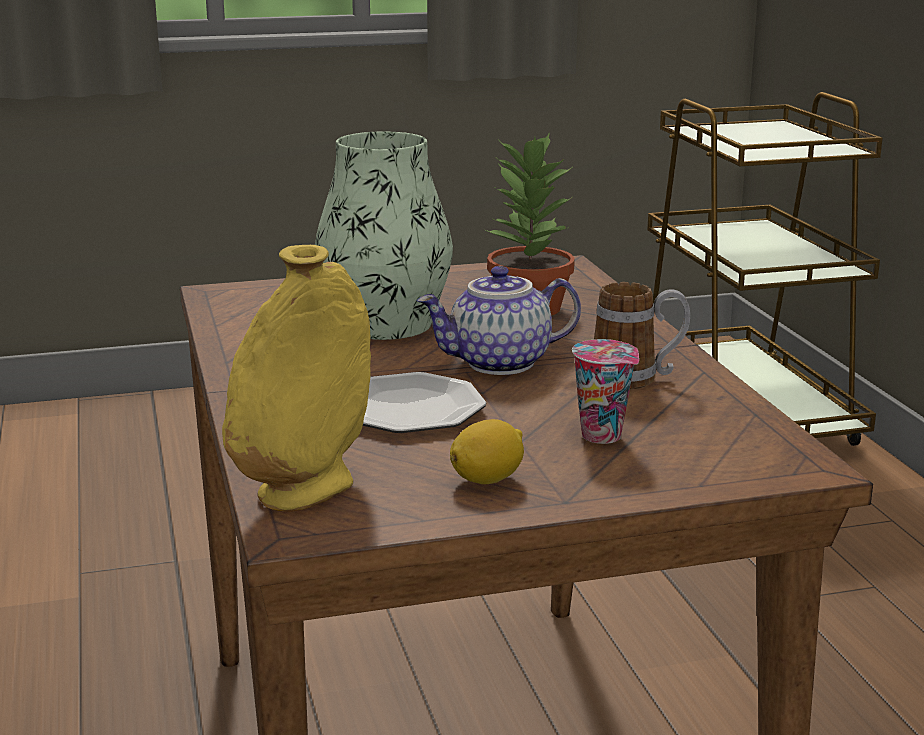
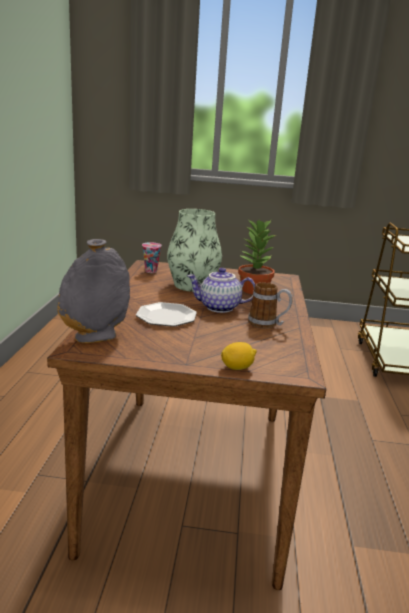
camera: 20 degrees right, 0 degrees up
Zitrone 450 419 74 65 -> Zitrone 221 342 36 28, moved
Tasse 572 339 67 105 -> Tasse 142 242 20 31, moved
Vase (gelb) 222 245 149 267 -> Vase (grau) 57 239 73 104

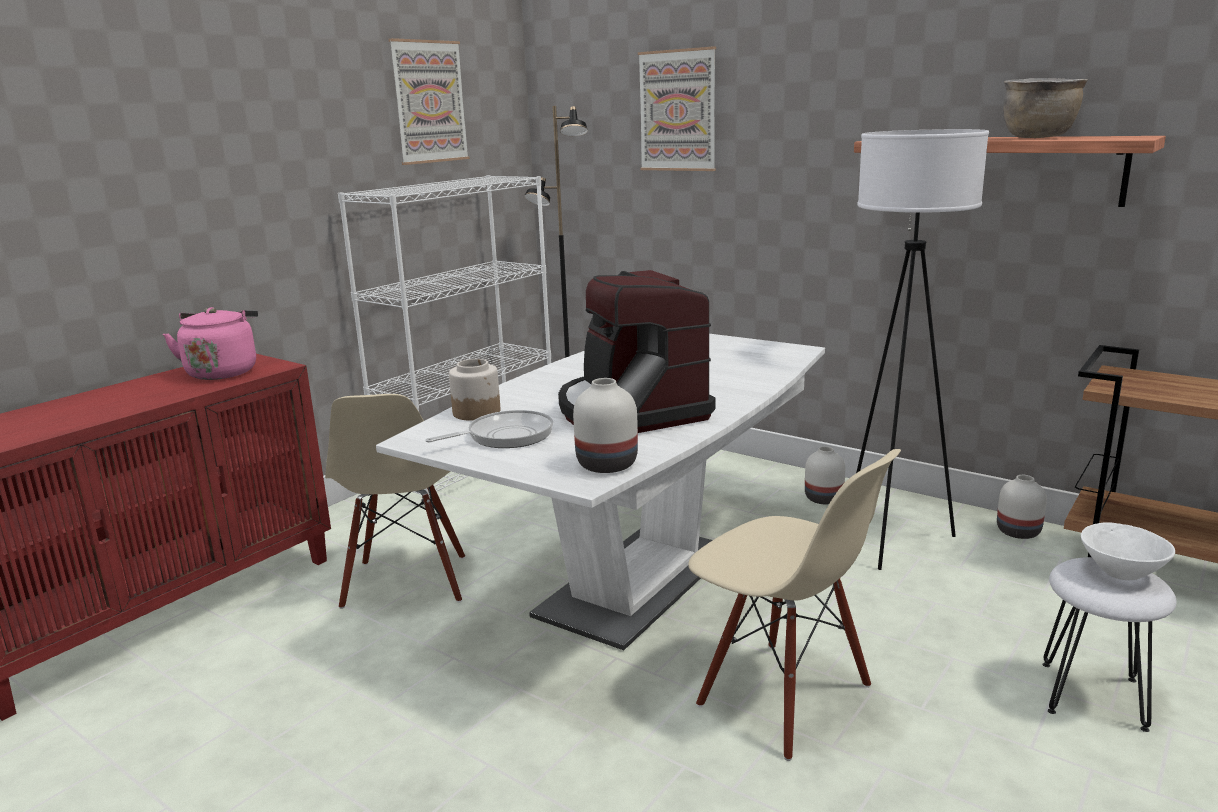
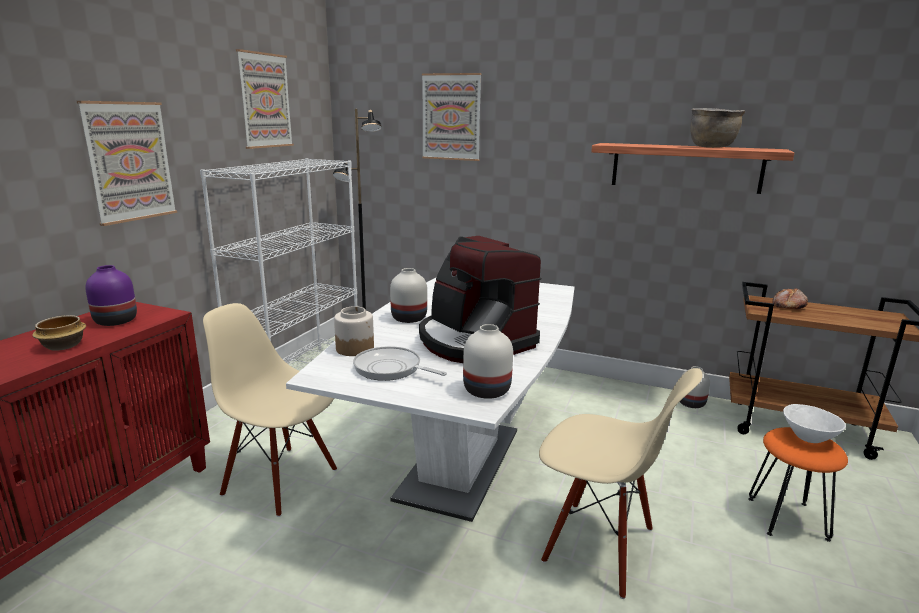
camera: 15 degrees left, 0 degrees up
Stehlampe (weiß) 856 129 133 441 -> none
none -> Schüssel 32 315 54 36
none -> Bild 77 101 100 125
none -> Brot 772 288 36 21
Vase (weiß) 805 446 40 58 -> Vase (weiß) 390 268 37 55, moved
Wasserkessel (rosa) 163 307 95 73 -> Vase (lila) 85 265 52 61
Hocker (weiß) 1042 557 135 175 -> Hocker (orange) 748 427 100 115
Stuhl (beige) 325 394 140 215 -> Stuhl (beige) 203 303 134 214, 135 degrees clockwise
Pfanne 426 410 127 38 -> Pfanne 353 346 94 35, 105 degrees counterclockwise

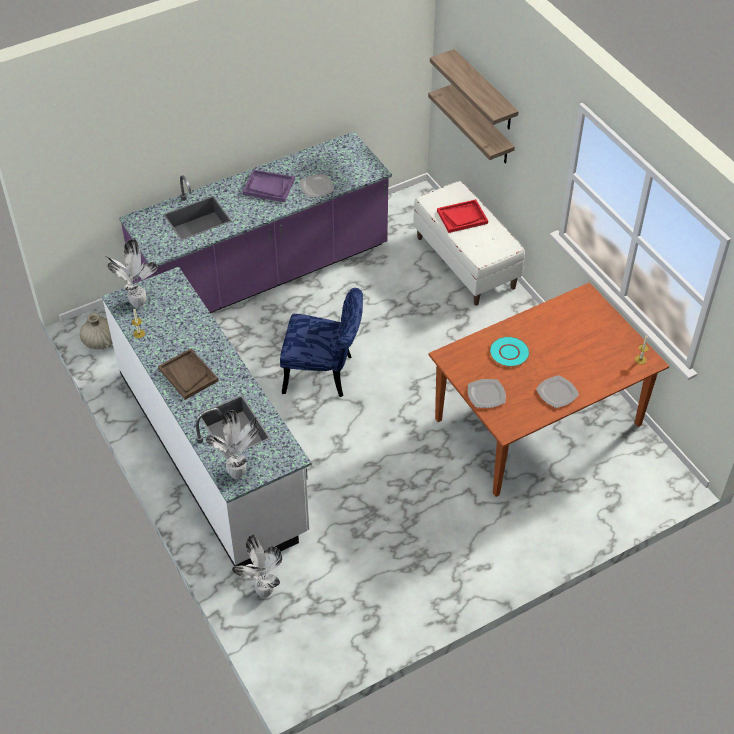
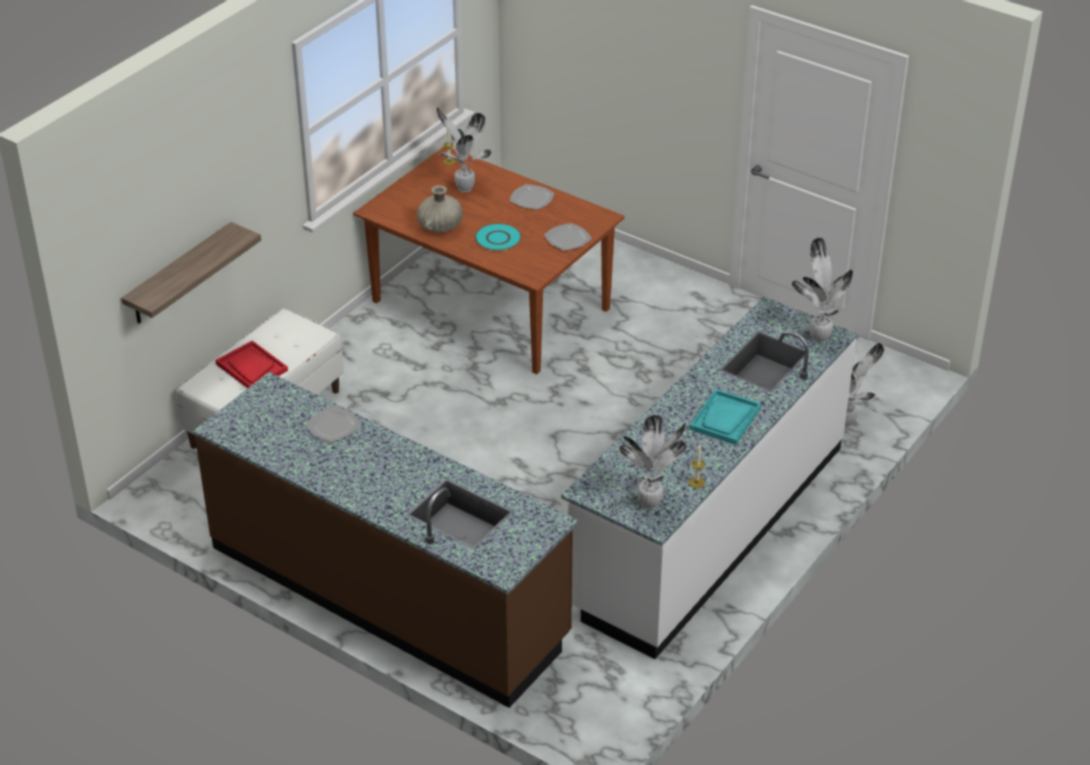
camera: 115 degrees left, 10 degrees down
Tablett (lila) 243 169 52 33 -> none
Stuhl (blau) 280 288 83 109 -> none
Wandregal 430 49 89 80 -> none
none -> Topfpflanze 437 107 54 85
Vase (beige) 80 313 33 37 -> Vase (beige) 417 185 46 48, moved
Küchenzeile (lila) 119 131 273 182 -> Küchenzeile (braun) 193 372 385 336
Tablett (braun) 158 349 60 51 -> Tablett (türkis) 690 389 71 56

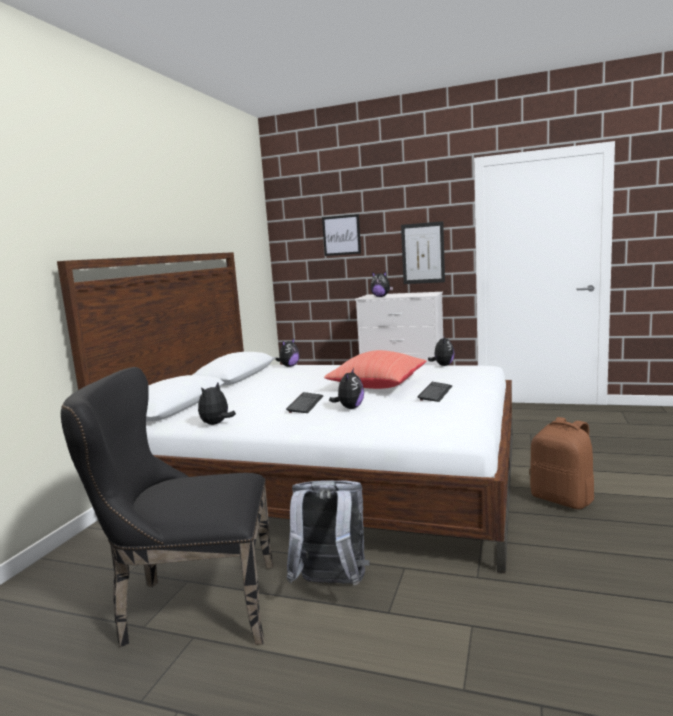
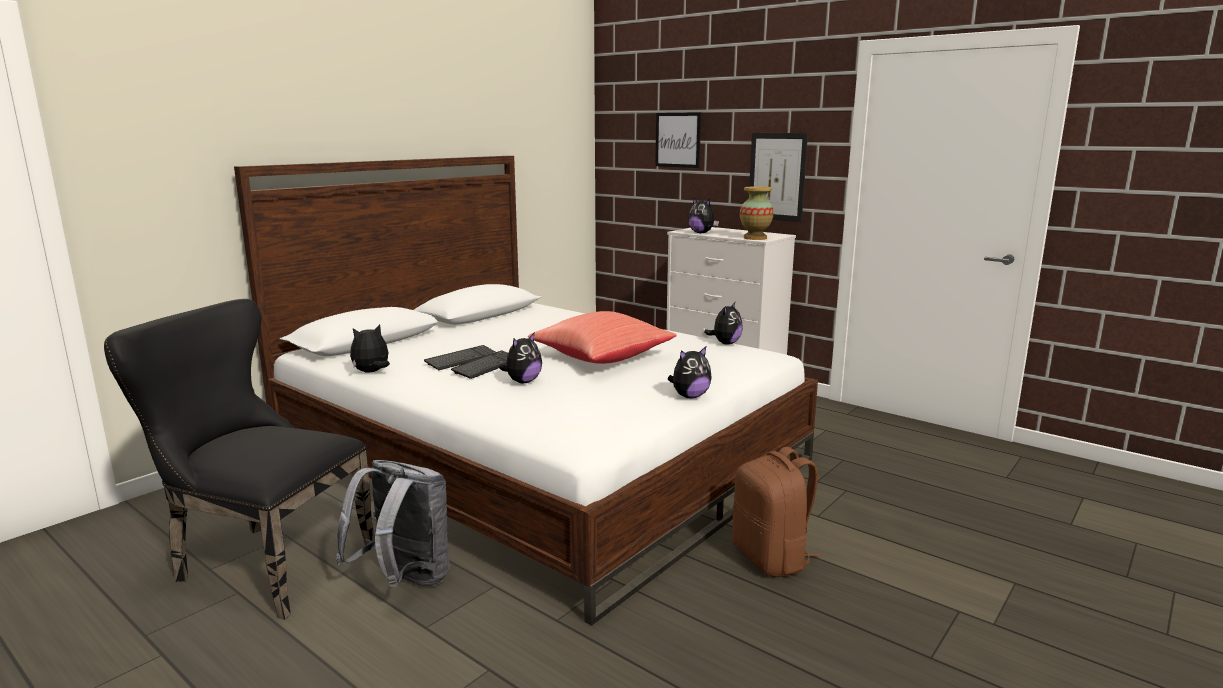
camera: 20 degrees right, 5 degrees up
none -> Vase 740 186 34 54
Plüschtier 276 339 24 28 -> Plüschtier 668 346 44 52, moved
Tastatur 418 382 34 20 -> Tastatur 424 345 72 25, moved

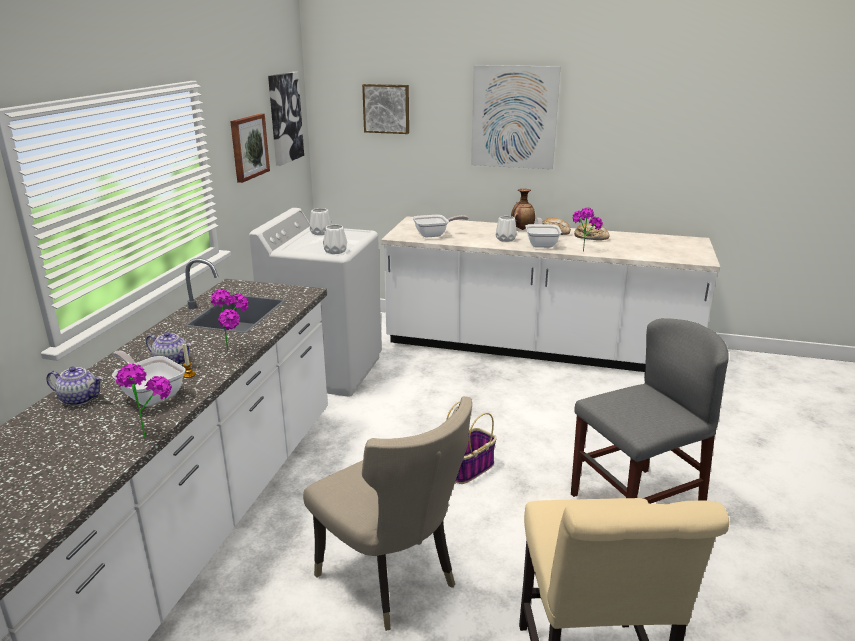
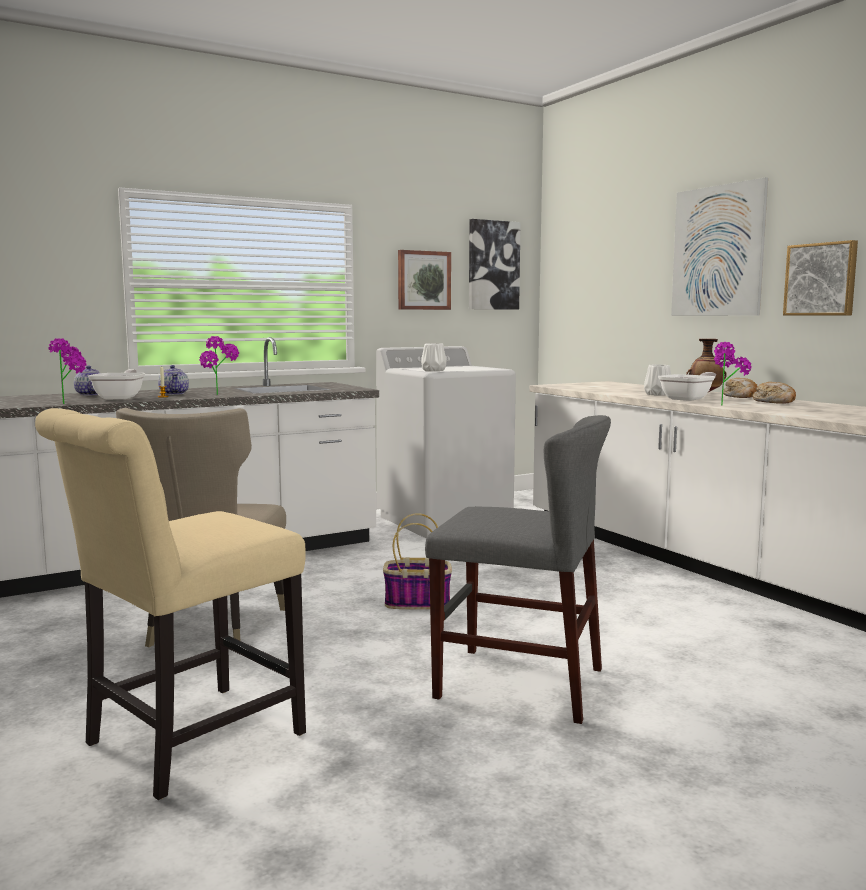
camera: 45 degrees right, 15 degrees down
Vase (weiß) 310 208 21 27 -> none
Pfanne 413 215 56 22 -> none
Bild 362 84 47 50 -> Bild 783 240 75 76, moved

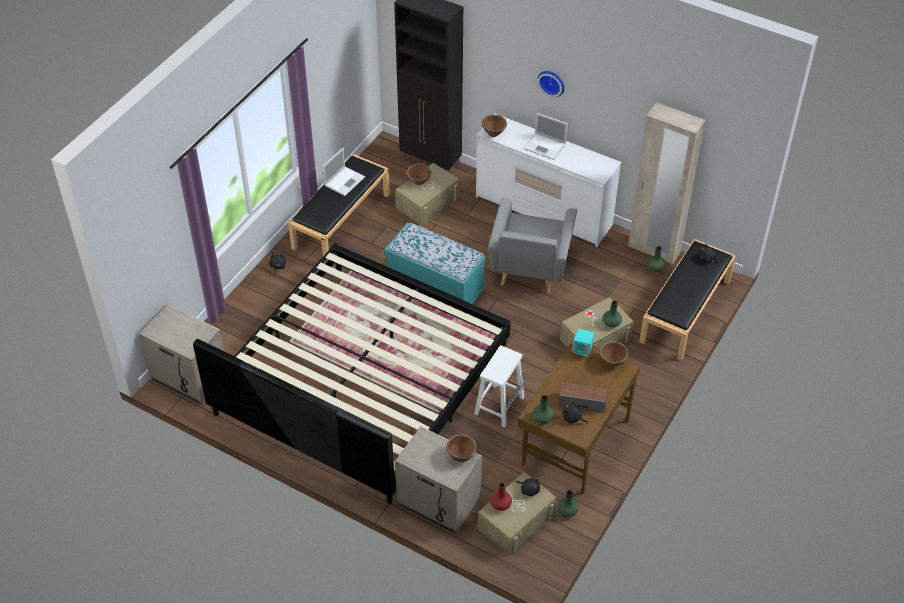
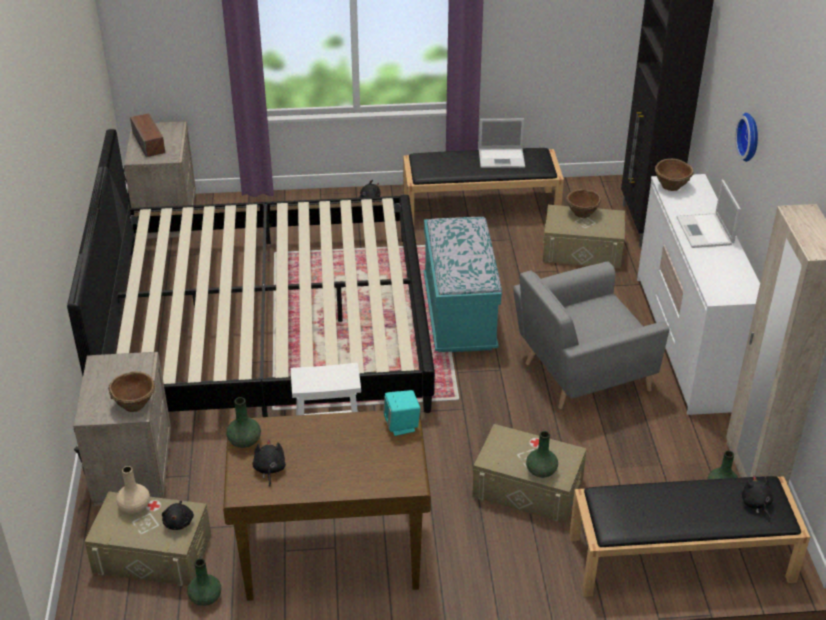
camera: 55 degrees right, 10 degrees down
Schüssel (braun) 599 341 30 26 -> none
Lautsprecher 559 383 48 29 -> Lautsprecher 130 113 35 44, moved
Vase (rot) 490 483 22 28 -> Vase (beige) 116 466 34 48

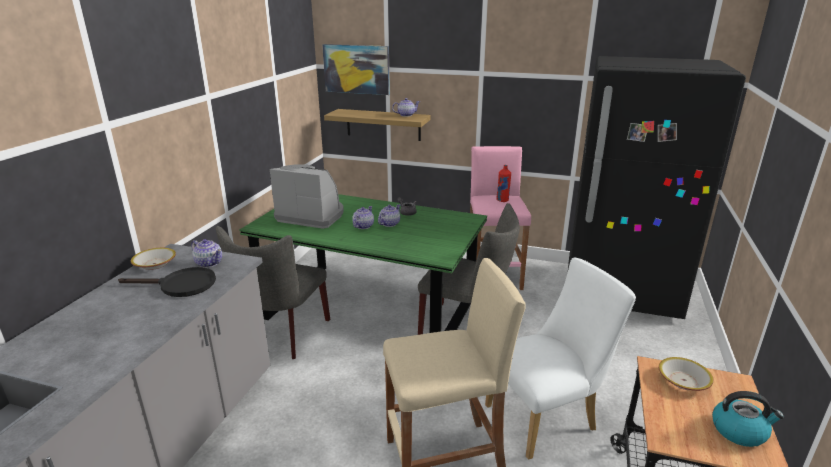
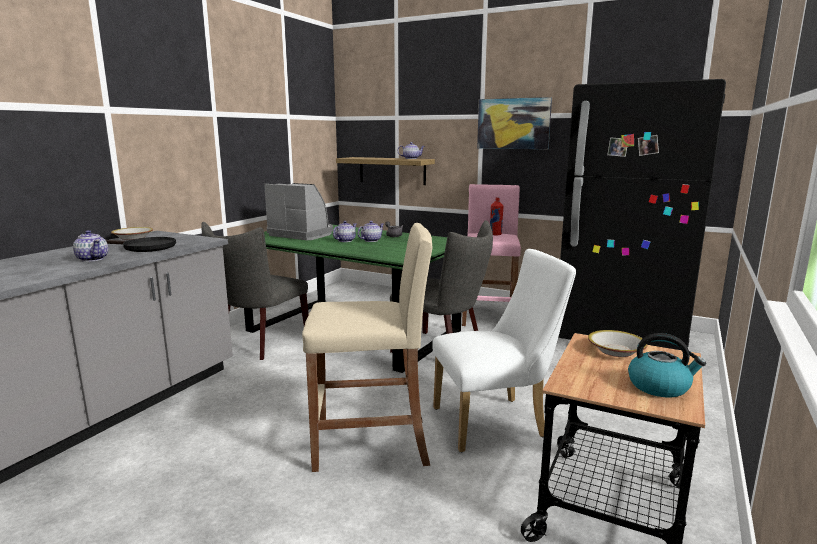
camera: 10 degrees right, 10 degrees down
Teekanne 191 239 31 29 -> Teekanne 73 230 35 32, moved
Bild 322 44 68 51 -> Bild 477 97 75 52, moved

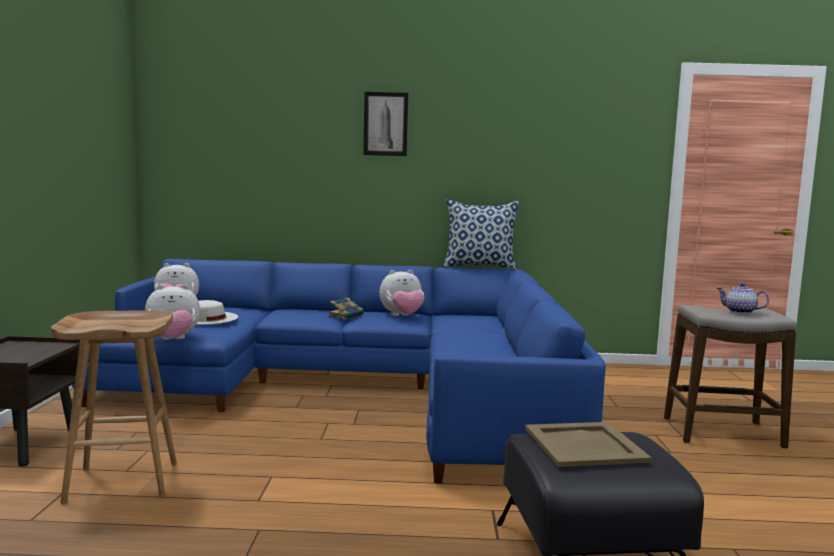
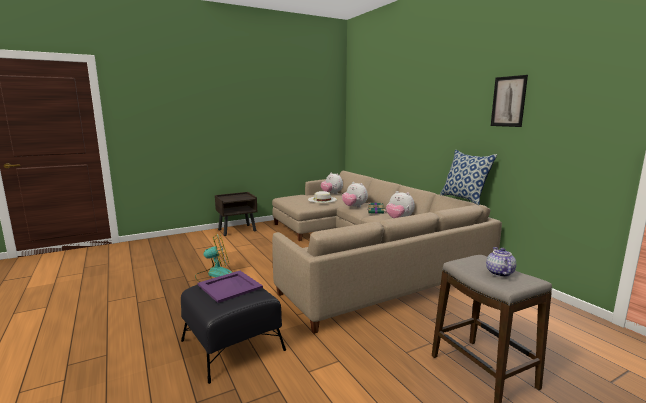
camera: 60 degrees right, 5 degrees up
Hocker (braun) 51 310 126 194 -> none
none -> Ventilator 195 234 37 48
Plüschtier 145 284 55 56 -> Plüschtier 342 182 26 25, moved
Bild 363 91 45 65 -> Bild 491 75 37 52, moved
Sofa (blau) 72 259 534 224 -> Sofa (beige) 272 171 230 163
Tablett (beige) 525 422 127 45 -> Tablett (lila) 198 271 65 32

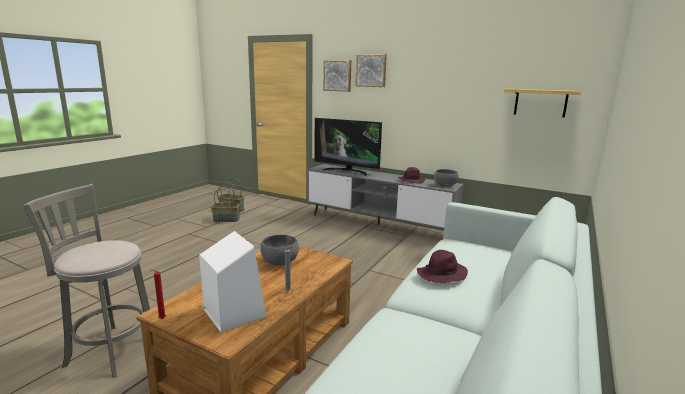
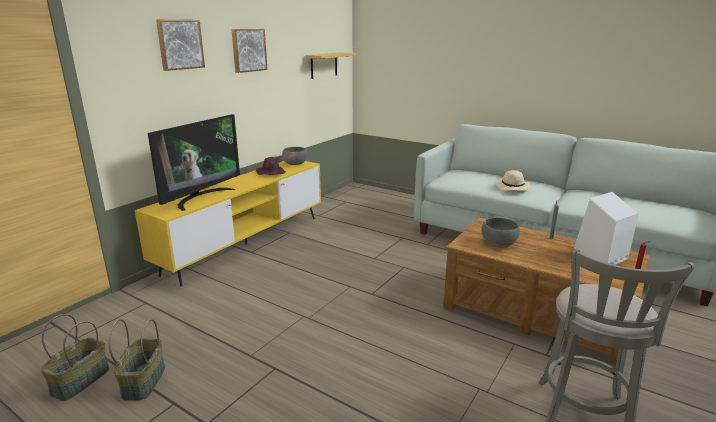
camera: 85 degrees left, 5 degrees up
Bild 323 60 28 32 -> Bild 231 29 37 44, moved
Fernsehschrank (grau) 307 164 157 65 -> Fernsehschrank (gelb) 135 161 186 125
Hut (lila) 417 250 51 33 -> Hut (beige) 495 170 36 21

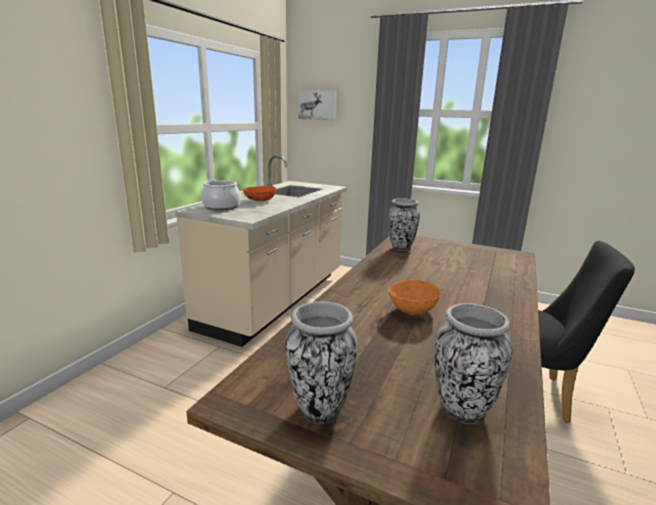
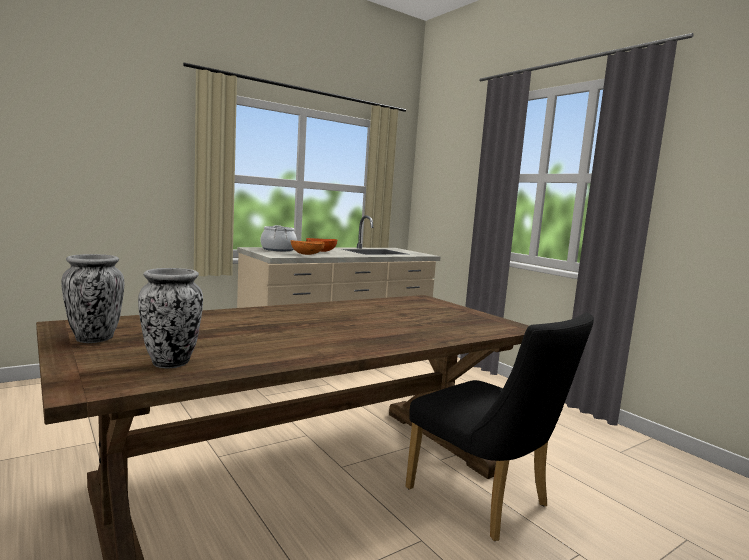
camera: 30 degrees right, 10 degrees down
Bild 298 91 38 29 -> none
Vase 388 198 32 53 -> none
Schüssel (orange) 388 279 53 35 -> Schüssel (orange) 291 240 34 15, moved

